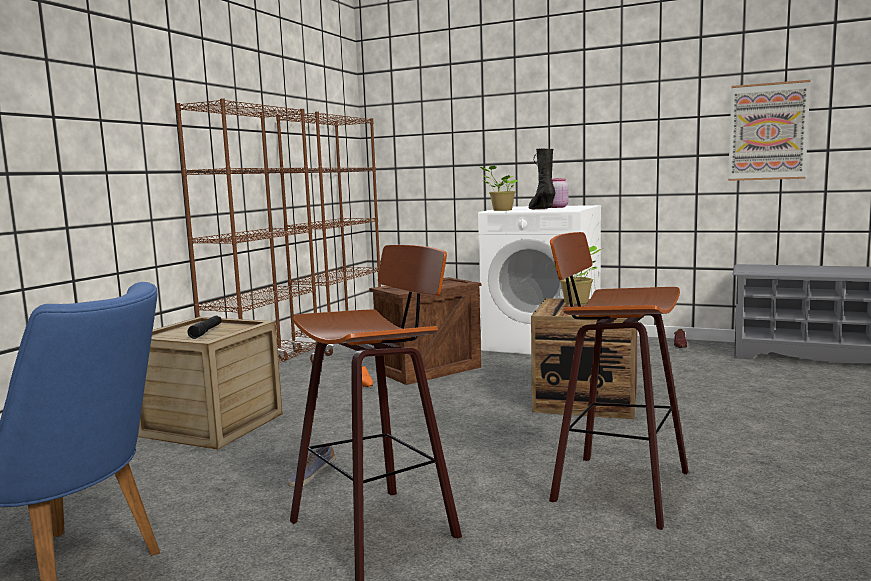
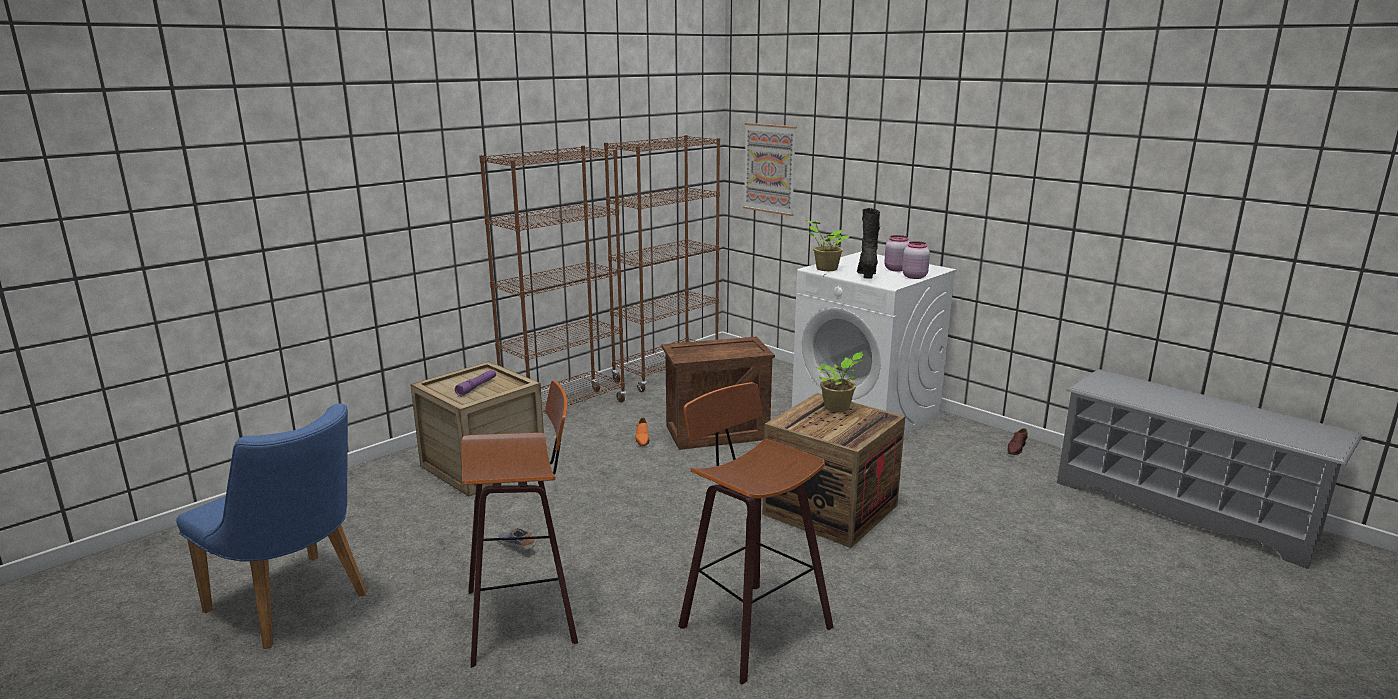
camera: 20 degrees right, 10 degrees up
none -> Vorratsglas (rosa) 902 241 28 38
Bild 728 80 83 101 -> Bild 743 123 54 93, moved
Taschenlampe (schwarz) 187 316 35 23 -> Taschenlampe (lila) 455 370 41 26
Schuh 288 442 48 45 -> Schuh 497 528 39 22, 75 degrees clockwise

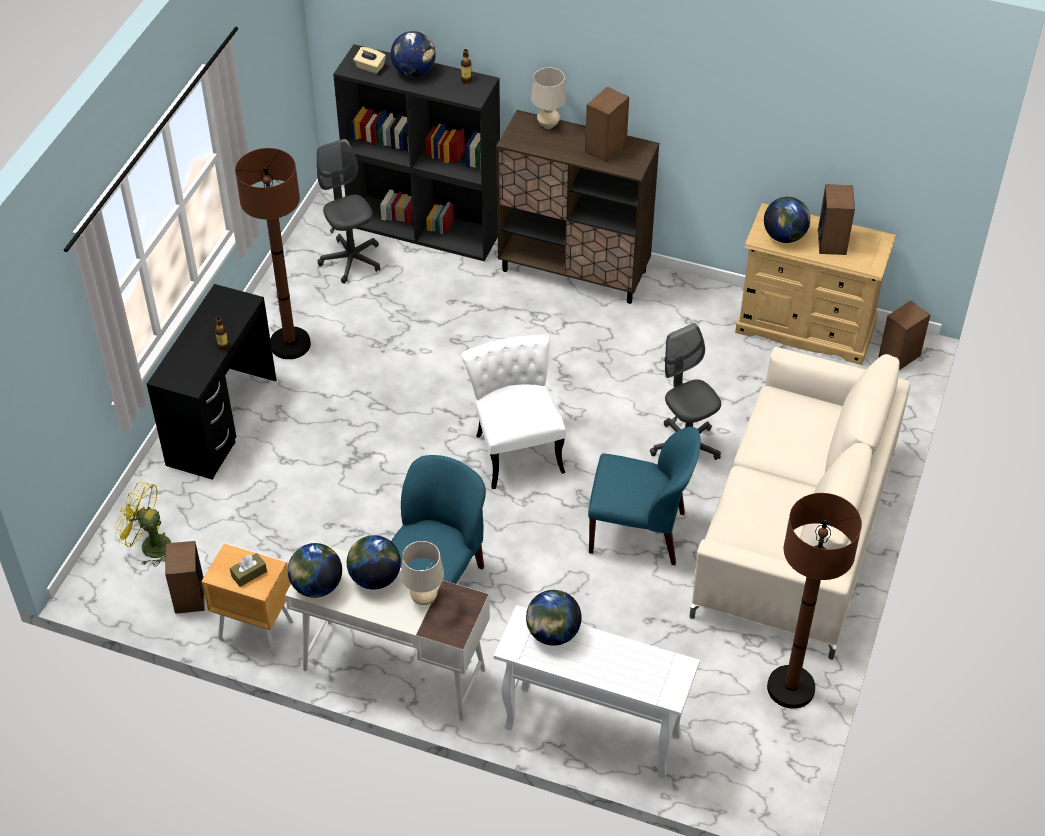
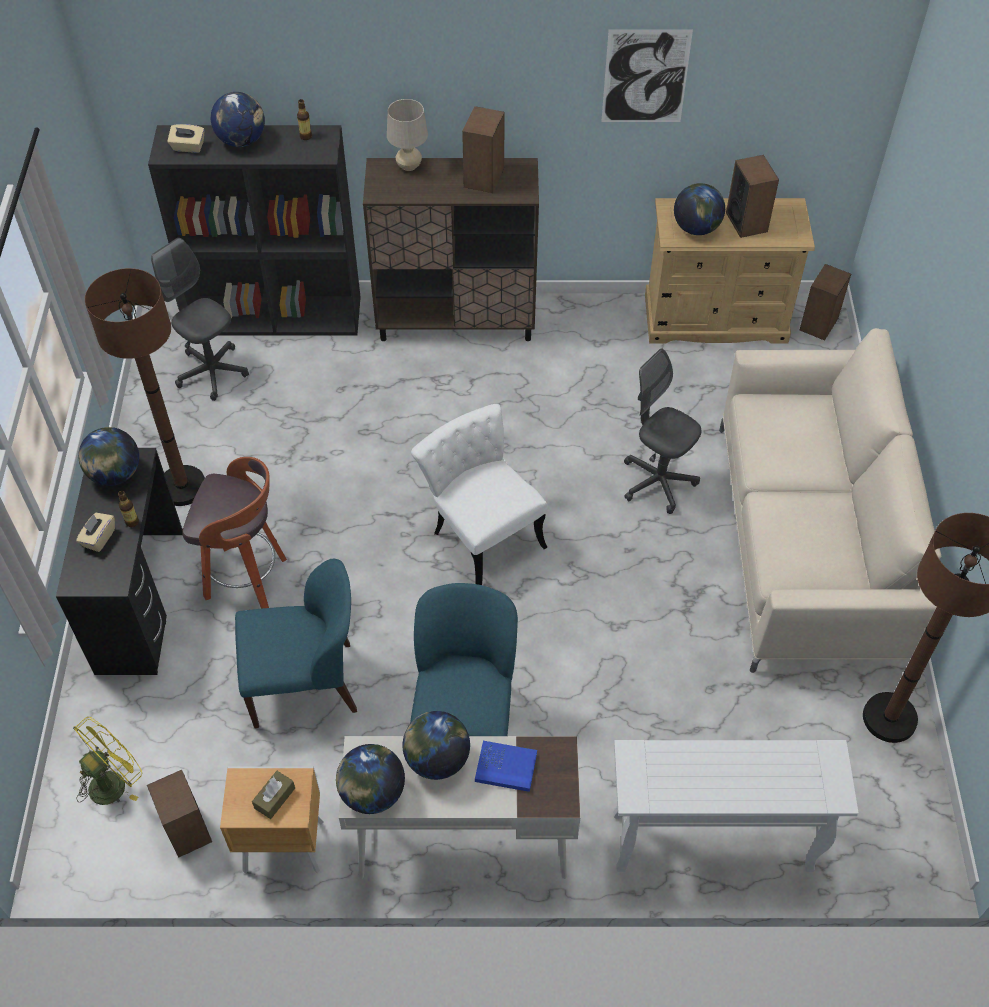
camera: 20 degrees left, 5 degrees up
none -> Taschentuchbox (beige) 76 513 39 39
none -> Hocker 182 457 105 152
none -> Bild 601 30 92 92
Globus 526 590 56 56 -> Globus 78 427 61 59, moved
Stuhl (blau) 588 427 113 138 -> Stuhl (blau) 235 559 122 169, moved
Tischlampe (beige) 401 541 43 64 -> Buch (blau) 475 741 62 51
Ventilator (gelb) 114 482 57 85 -> Ventilator (gelb) 73 717 69 88, 135 degrees clockwise

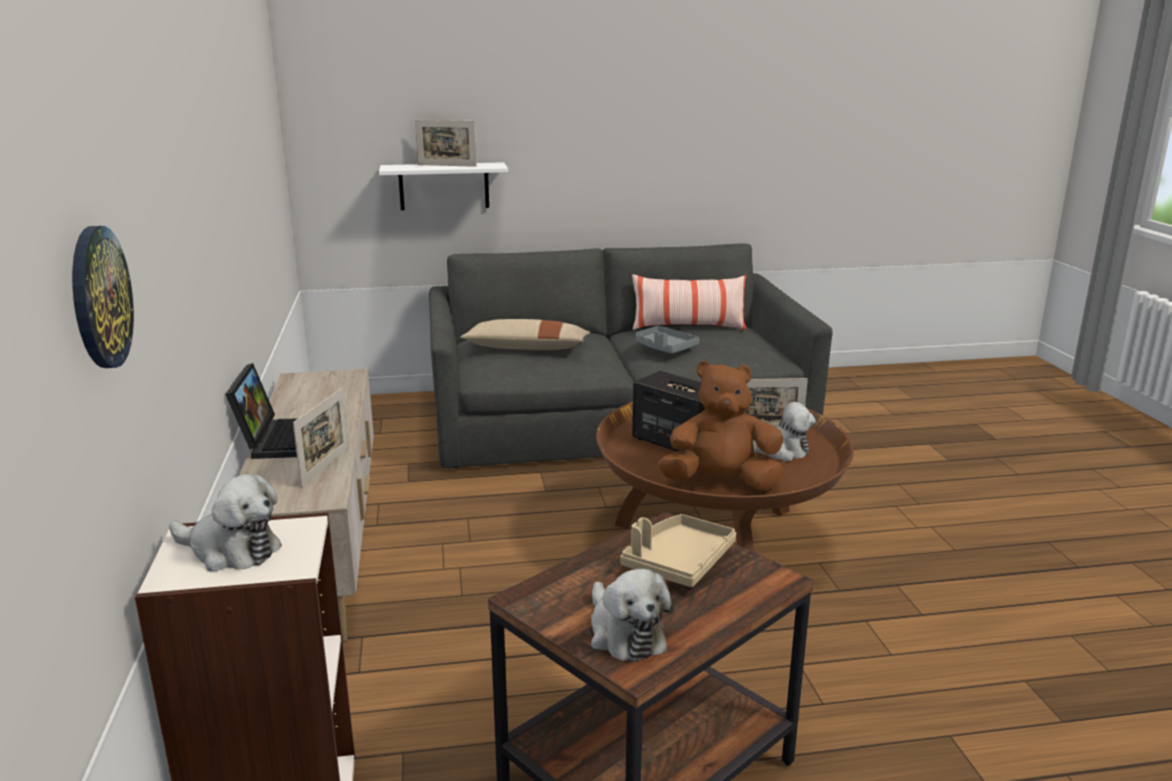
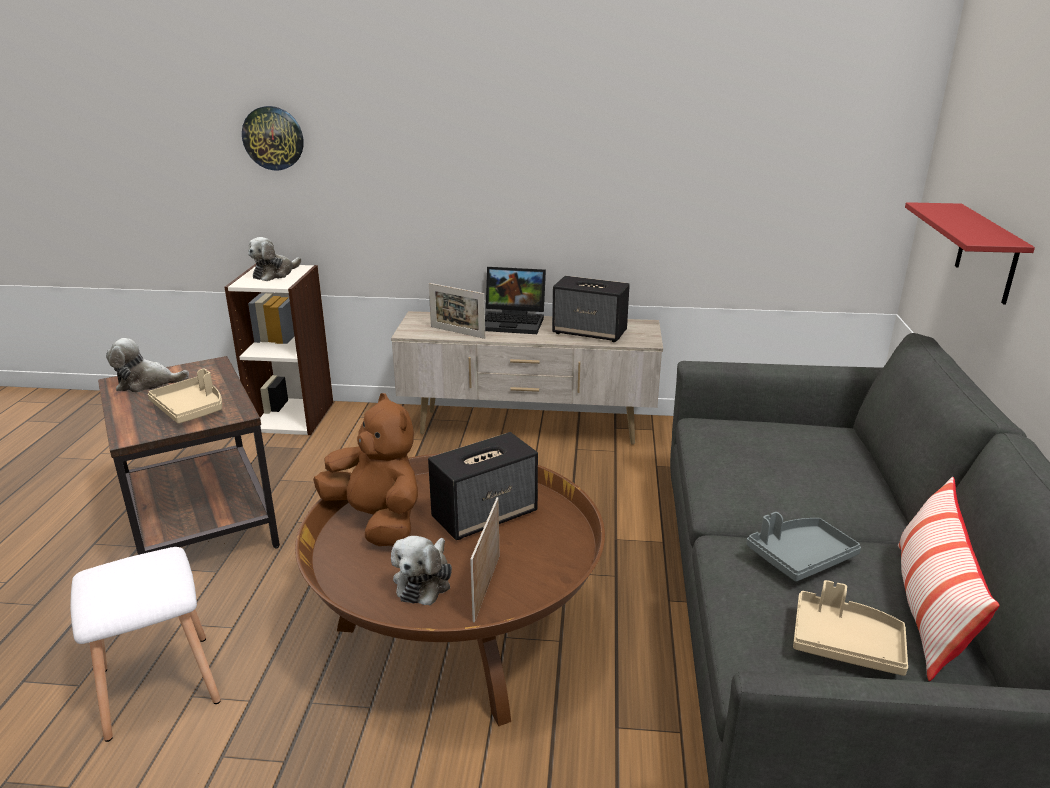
camera: 105 degrees right, 5 degrees up
Bilderrahmen 415 120 62 47 -> none
Kissen (beige) 460 319 130 31 -> none
none -> Hocker (weiß) 70 547 151 195
none -> Lautsprecher 552 276 78 66
none -> Tablett (beige) 793 580 115 96
Wandregal (weiß) 379 162 129 48 -> Wandregal (rot) 905 202 130 103
Plüschtier (braun) 659 361 124 129 -> Plüschtier (braun) 313 393 105 153, 60 degrees counterclockwise

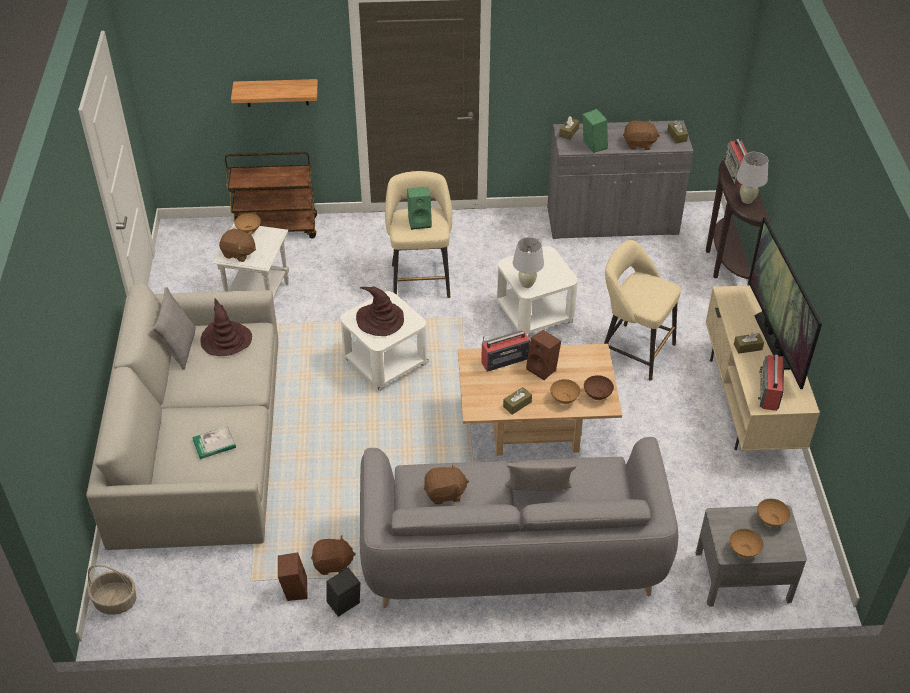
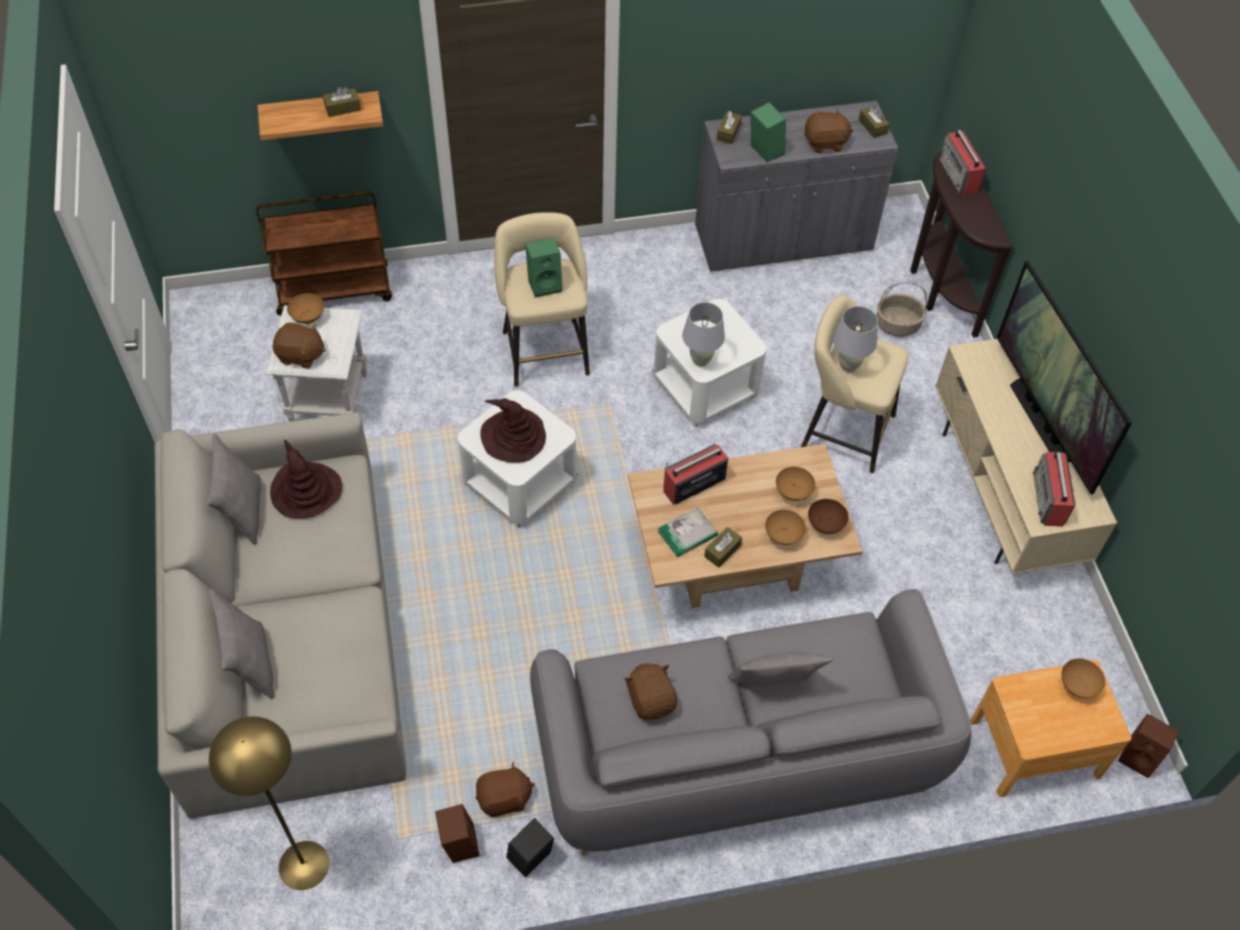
camera: 10 degrees left, 10 degrees up
none -> Kissen (grau) 209 589 65 110
none -> Stehlampe (gelb) 209 716 120 174
Korb 88 565 49 50 -> Korb 876 282 51 55, moved
Buch 192 426 44 33 -> Buch 658 507 60 50, moved
Lautsprecher (braun) 526 330 35 50 -> Lautsprecher (braun) 1118 713 61 65, moved
Schüssel (braun) 730 529 34 29 -> Schüssel (braun) 776 467 39 34, moved
Taschentuchbox (braun) 734 332 30 22 -> Taschentuchbox (braun) 323 87 38 30, moved
Tischlampe (weiß) 736 152 33 52 -> Tischlampe (weiß) 833 306 45 67, moved
Nachttisch (grau) 696 505 111 102 -> Nachttisch (braun) 971 660 161 137
Plüschtier (braun) 424 462 45 43 -> Plüschtier (braun) 624 663 53 57, 90 degrees counterclockwise

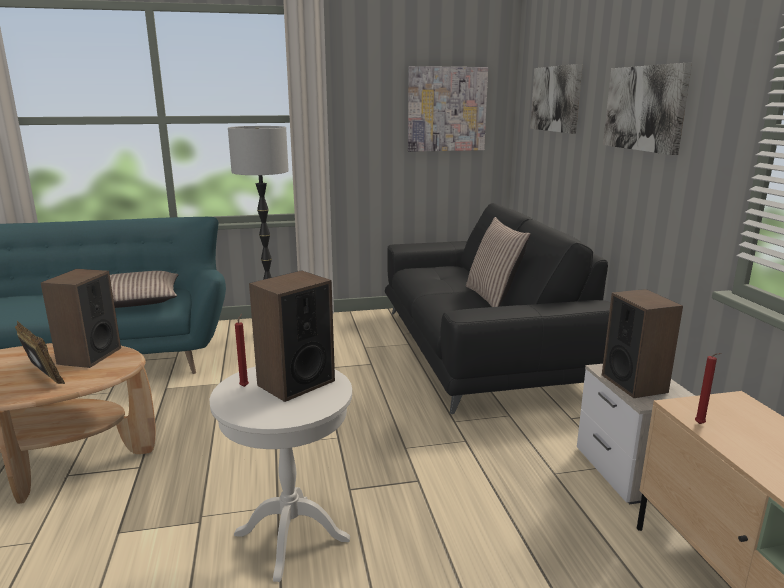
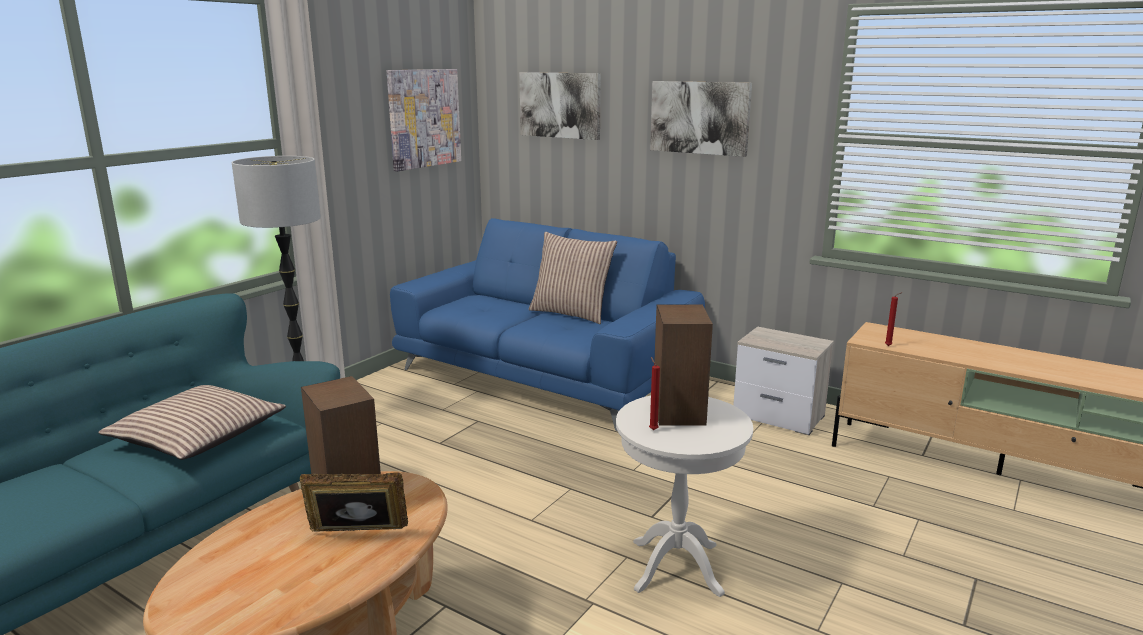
camera: 45 degrees left, 0 degrees up
Lautsprecher 602 289 81 109 -> none
Sofa (schwarz) 385 203 226 211 -> Sofa (blau) 390 218 315 213

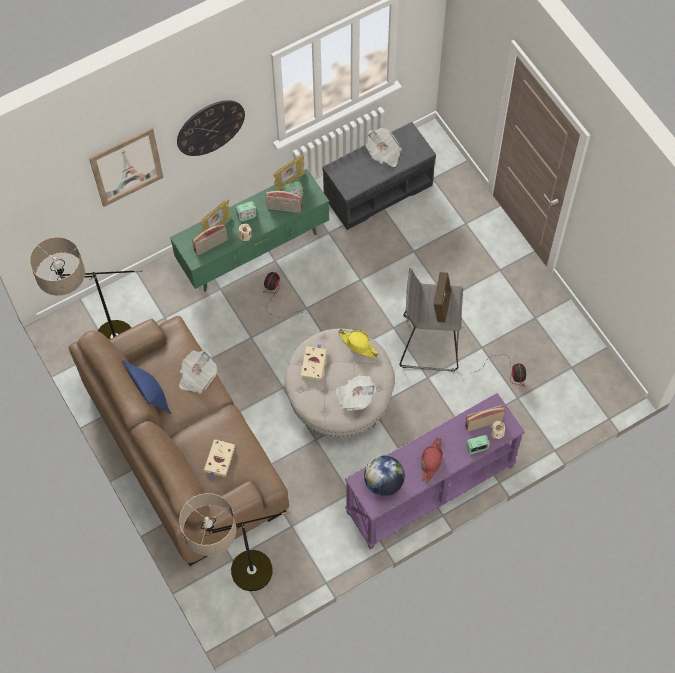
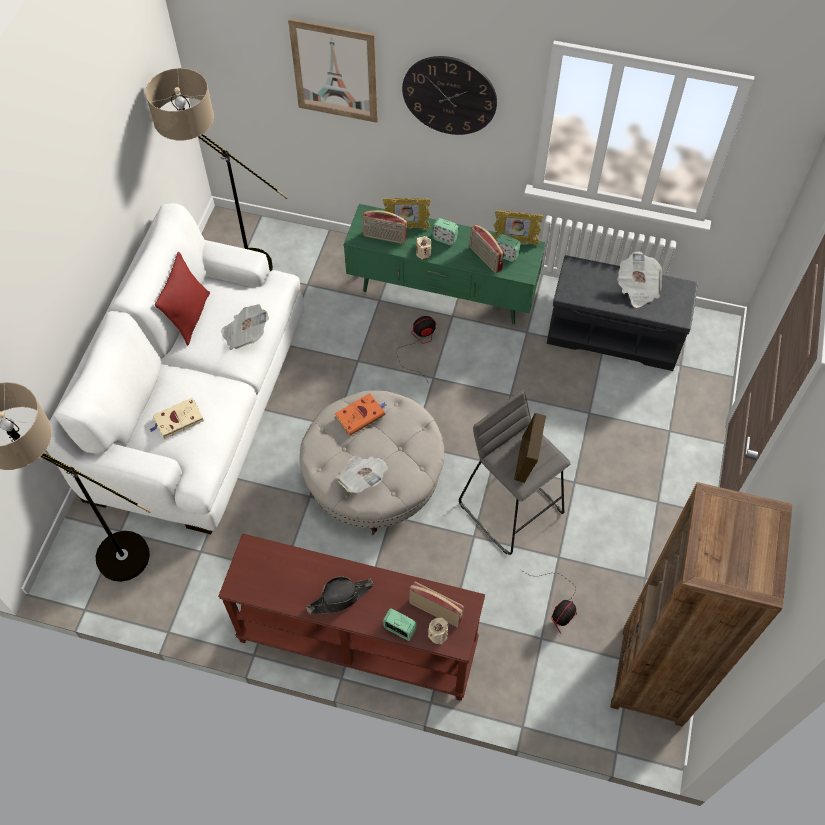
camera: 45 degrees right, 5 degrees down
Hut (gelb) 338 328 41 30 -> none
Globus 364 456 41 40 -> none
none -> Bücherregal (braun) 610 482 182 245
Sofa (braun) 68 316 221 250 -> Sofa (weiß) 46 203 258 331
Kissen (blau) 122 360 49 54 -> Kissen (rot) 155 251 55 94
Buch (beige) 301 345 26 36 -> Buch (orange) 335 393 51 43
Konsolentisch (lila) 345 393 180 156 -> Konsolentisch (braun) 218 533 267 168
Hut (rot) 421 437 22 46 -> Hut (schwarz) 306 576 68 39
Bilderrahmen 434 272 17 50 -> Bilderrahmen 514 413 32 70, 135 degrees clockwise

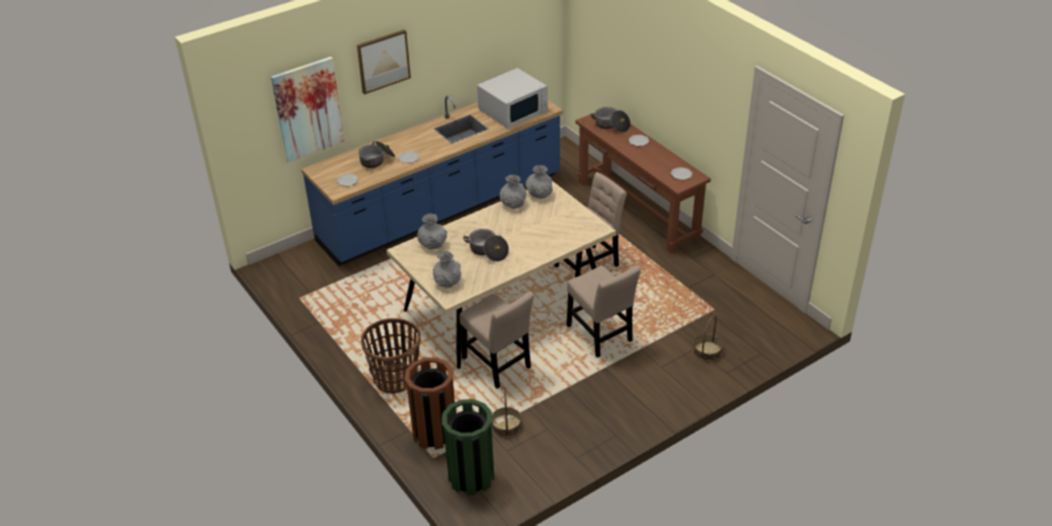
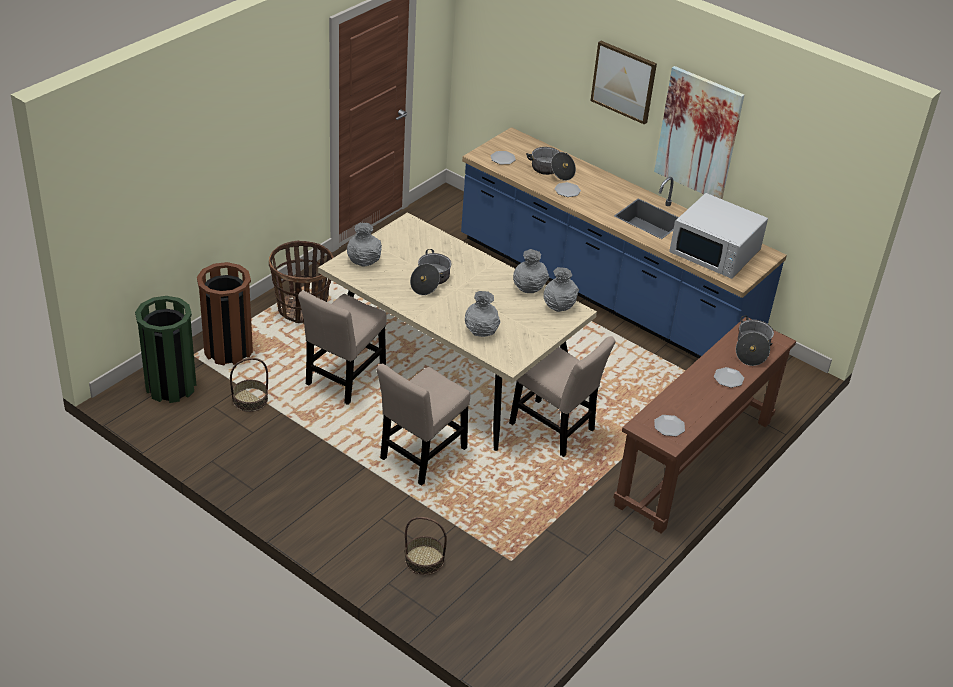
camera: 70 degrees right, 0 degrees up
Bild 271 57 74 106 -> Bild 654 66 90 133, moved
Vase (grau) 417 213 30 36 -> Vase (grau) 465 291 36 46, moved

